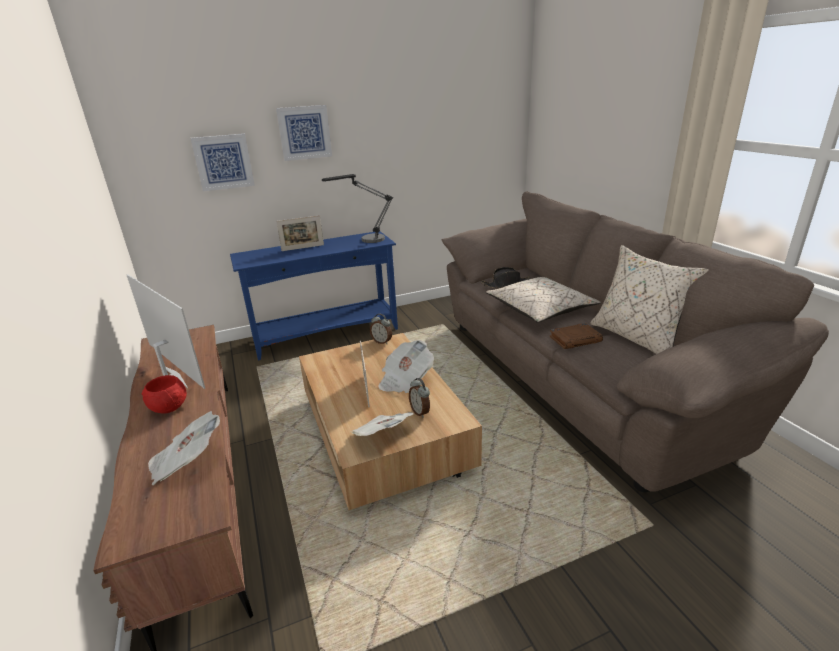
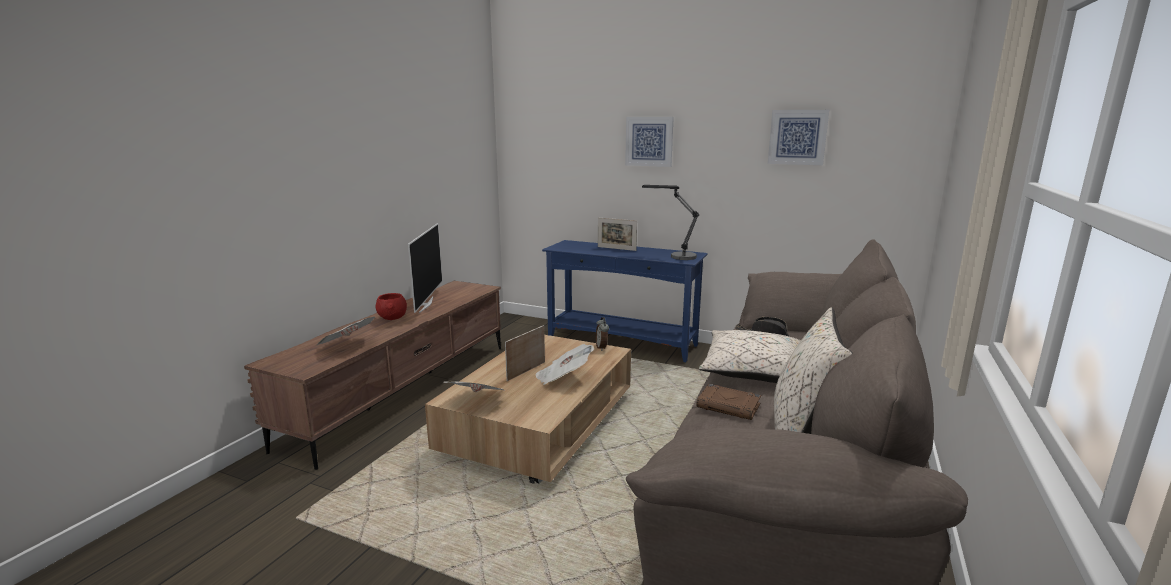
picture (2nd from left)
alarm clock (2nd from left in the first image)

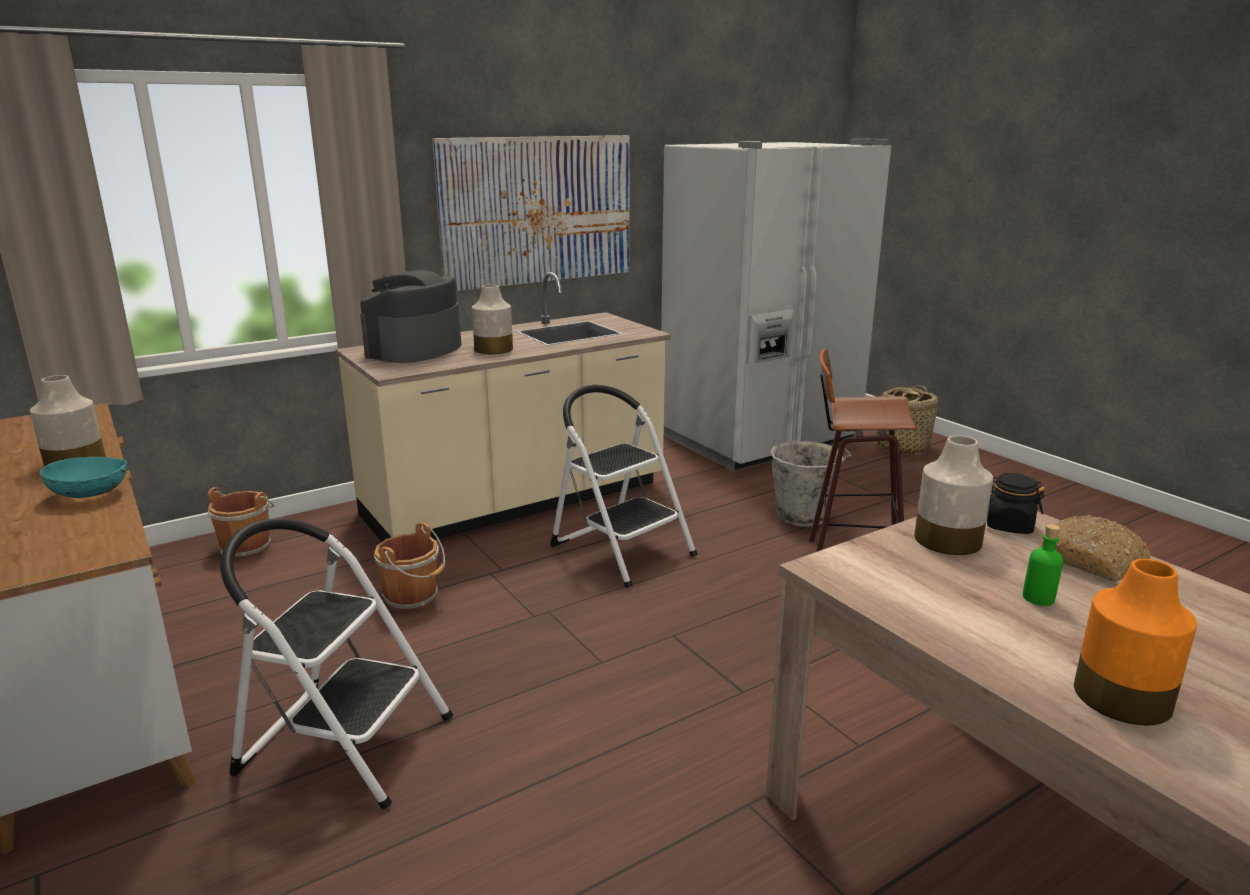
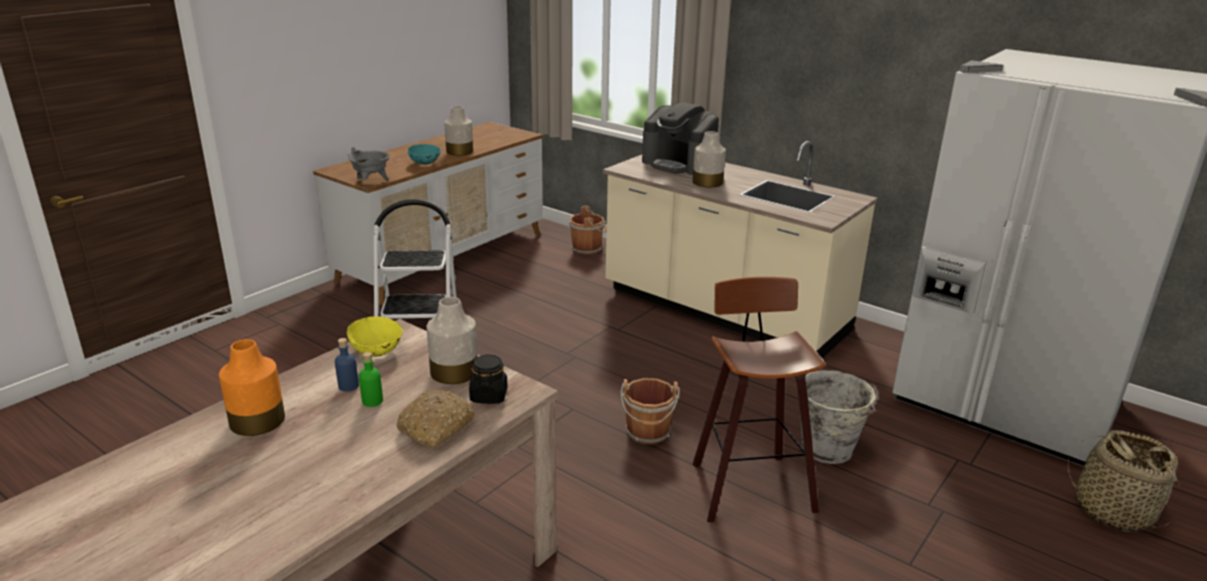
coffee machine
brown bucket (2nd from left)
picture
step ladder (2nd from left in the first image)
blue bottle
yellow bowl
grey cooking pot

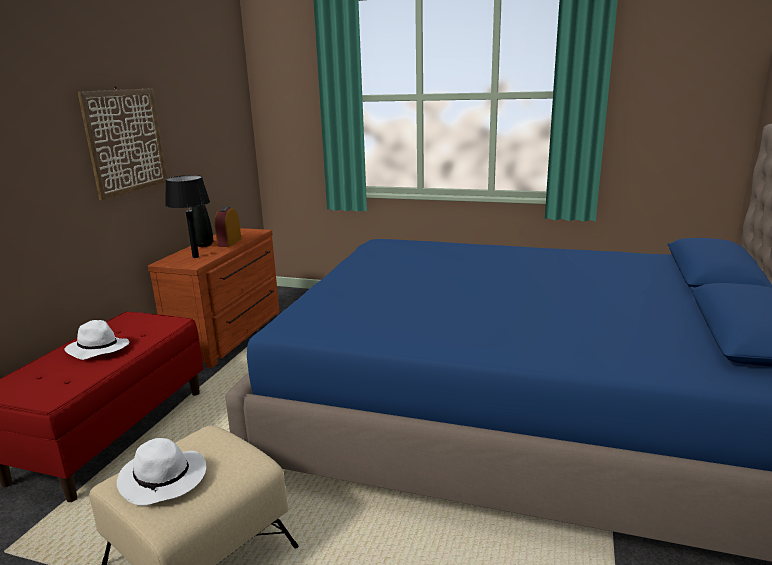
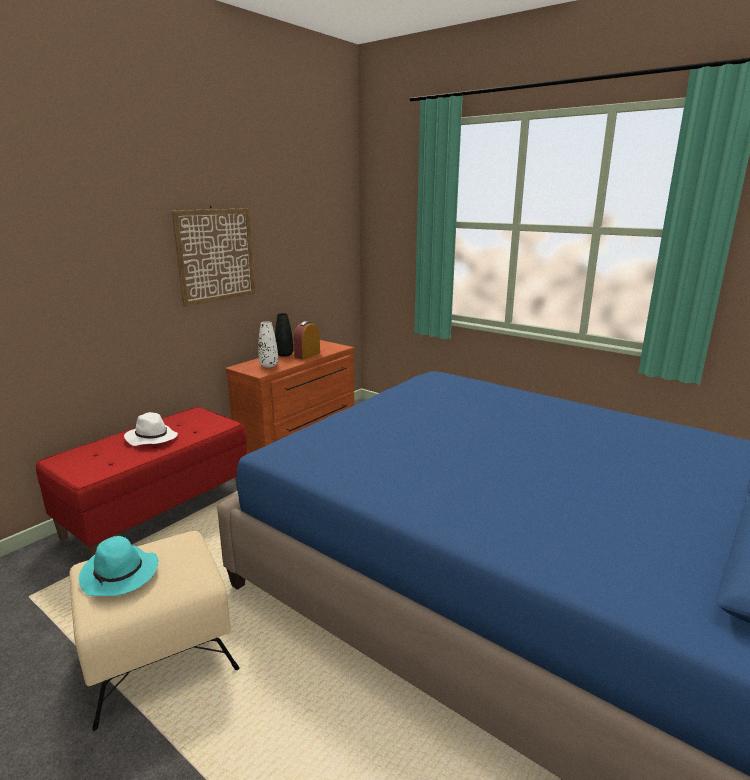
turquoise hat
white vase

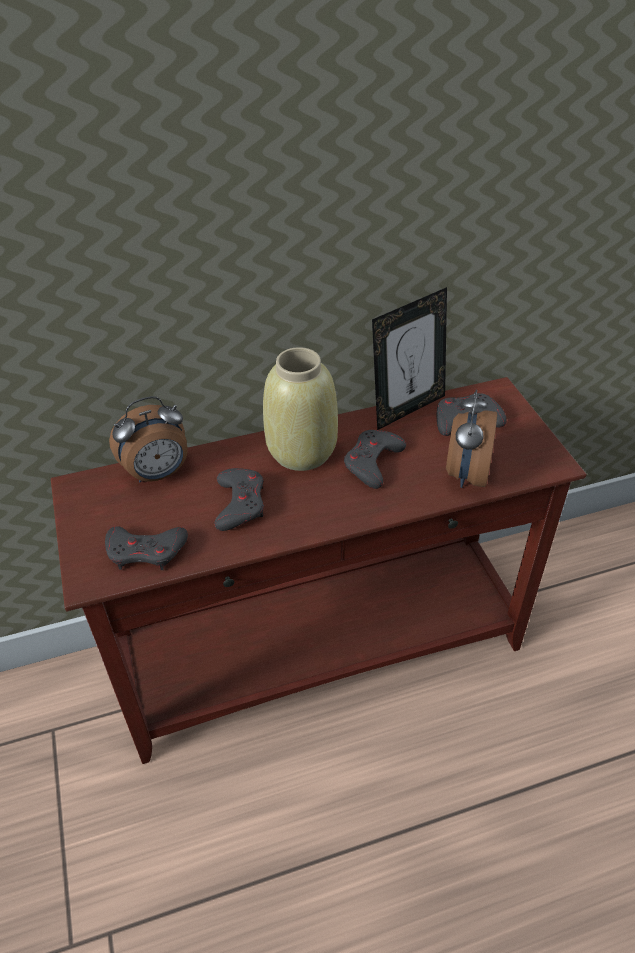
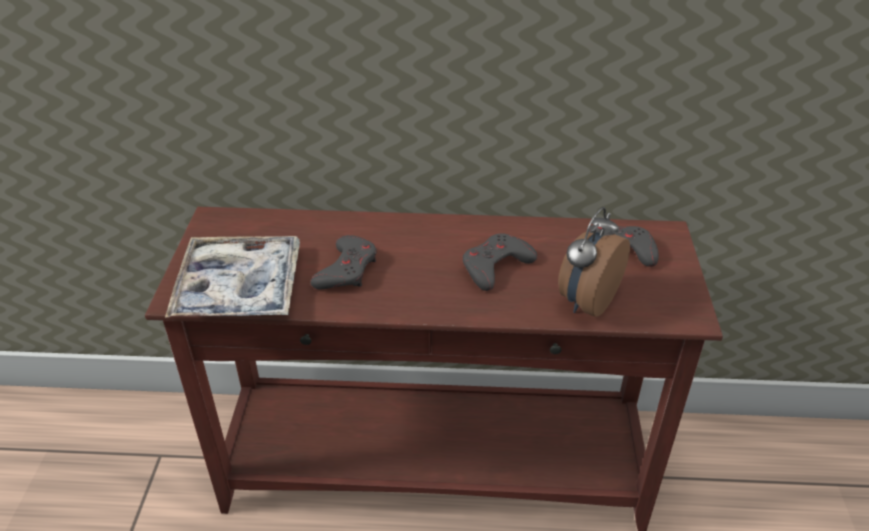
tray
alarm clock (1st from left in the first image)
beige vase
picture frame

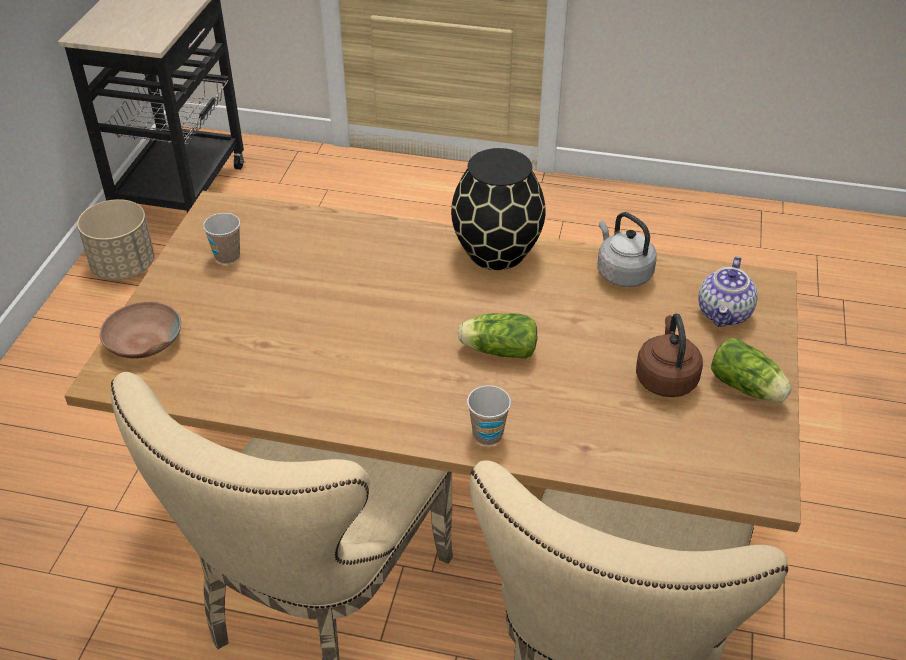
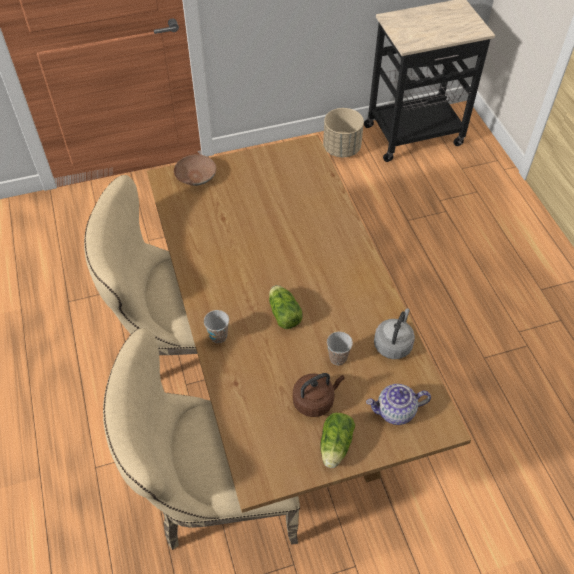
cup (2nd from left)
black vase

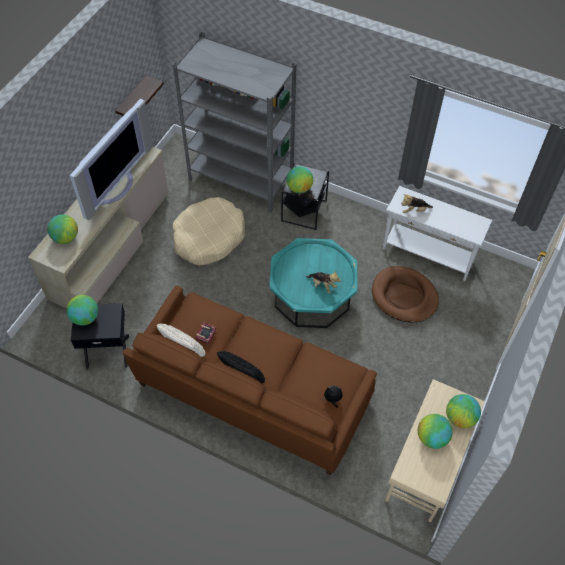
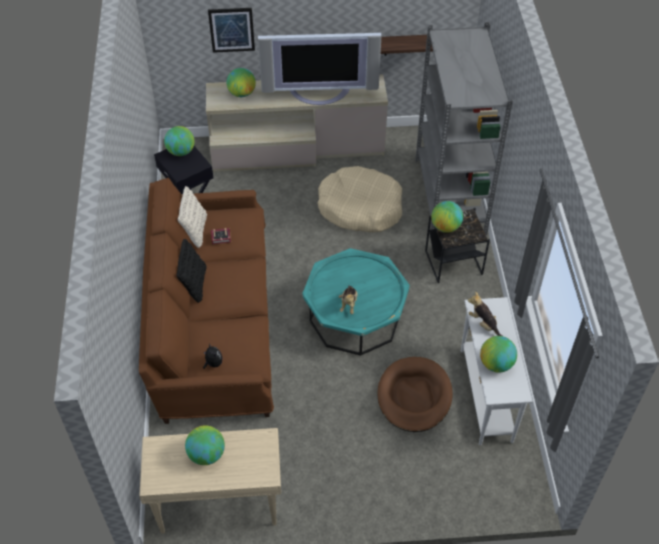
globe (5th from left)
picture

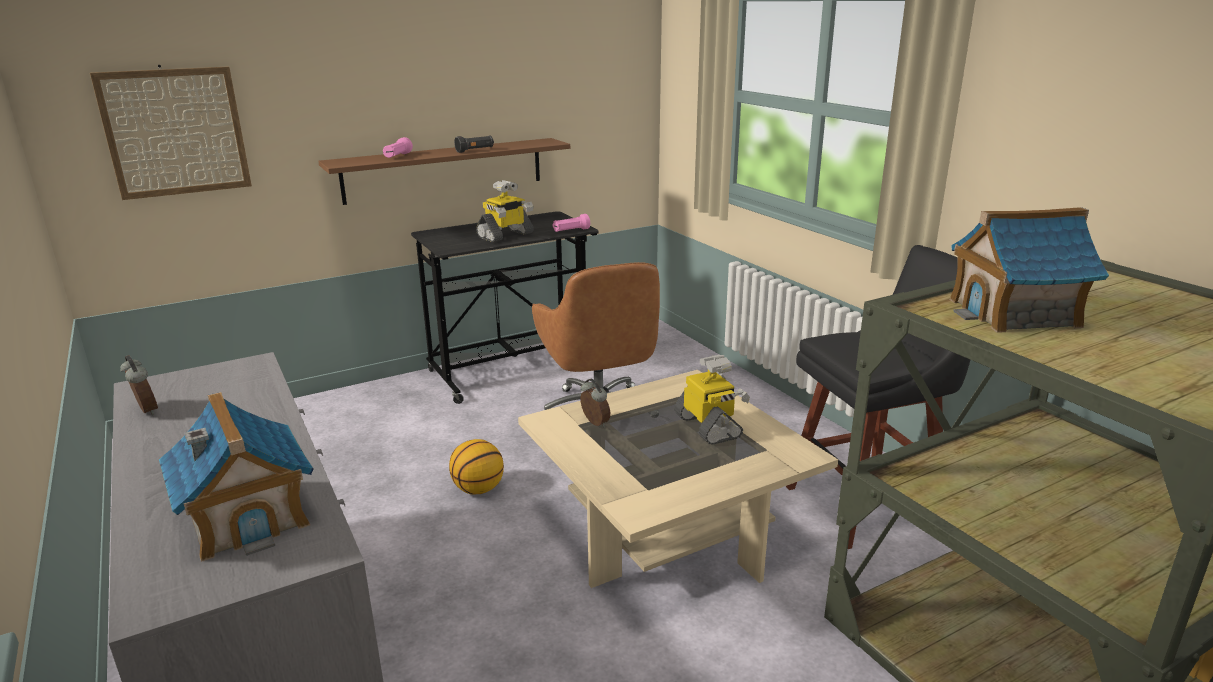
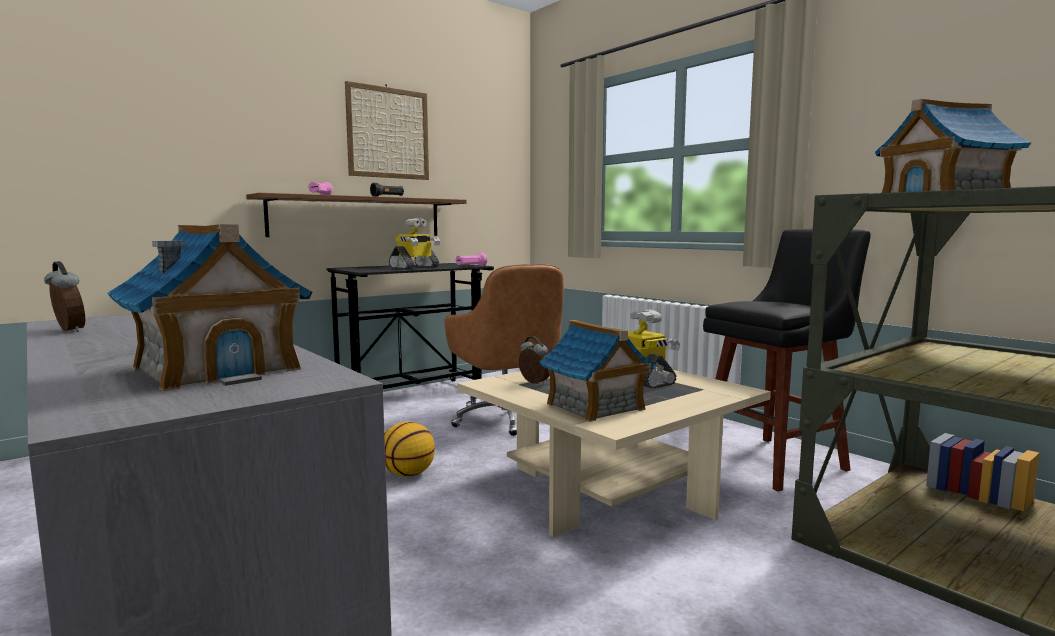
picture
toy house (2nd from left)

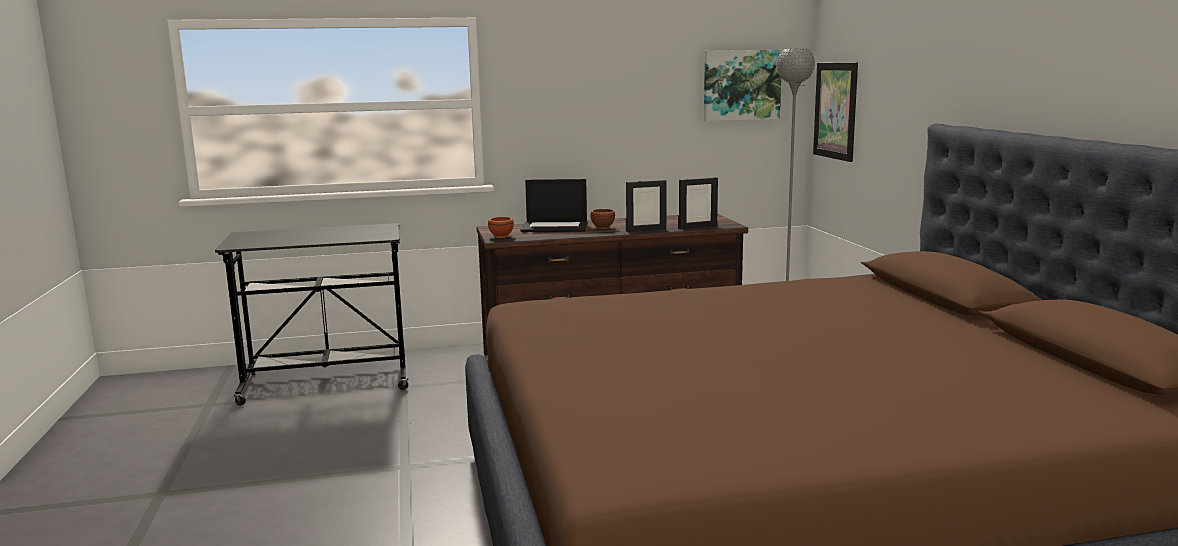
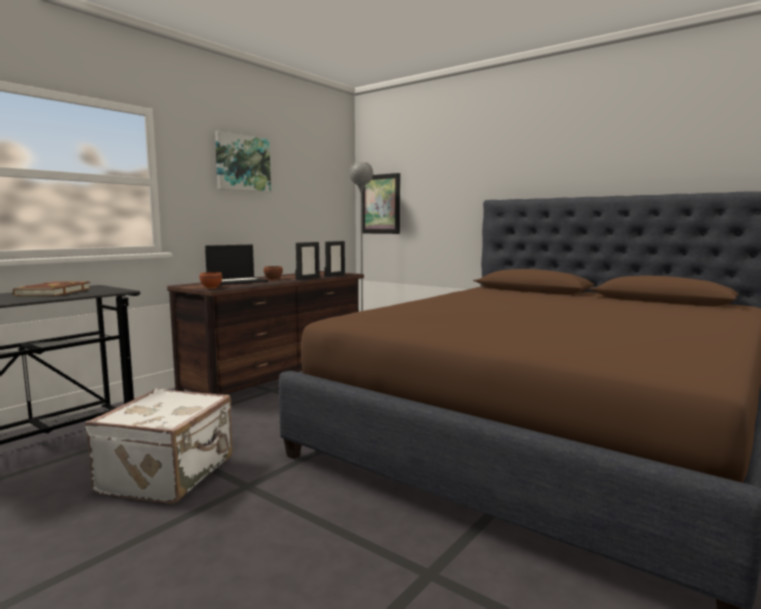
picture (1st from left)
brown book
white suitcase

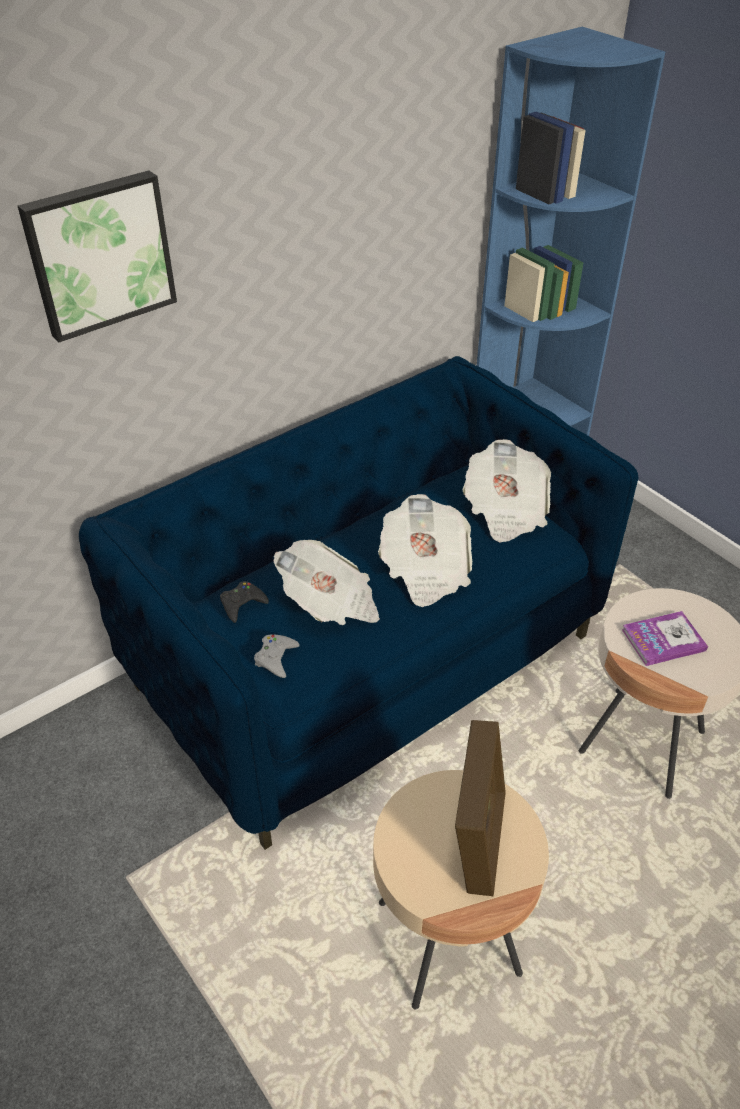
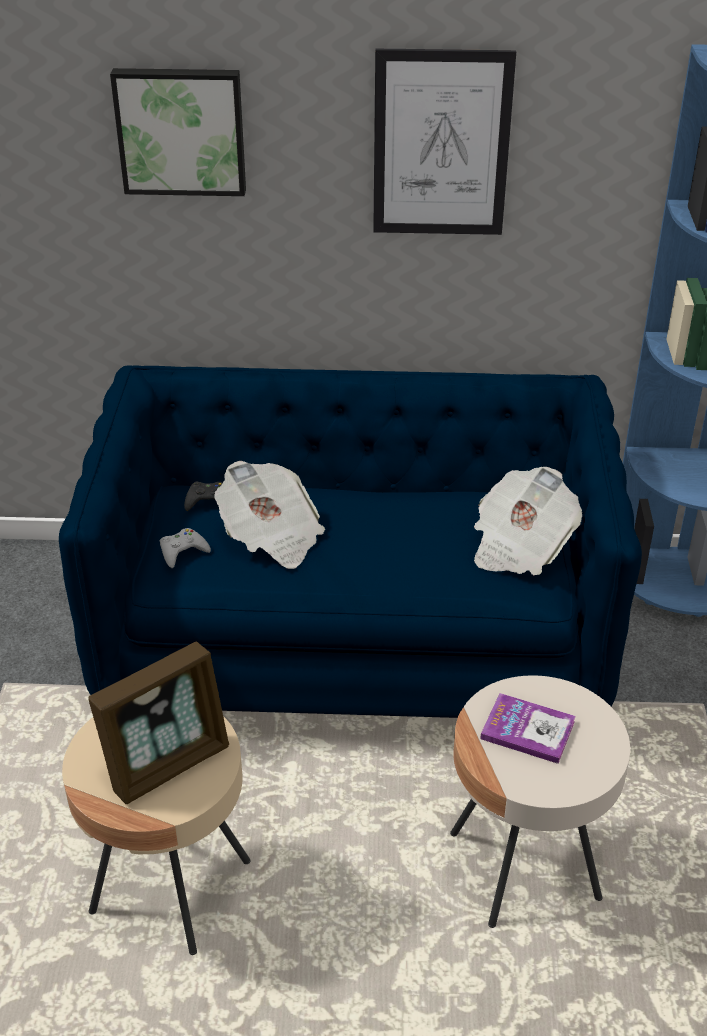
newspaper (2nd from left in the first image)
picture (2nd from left)

